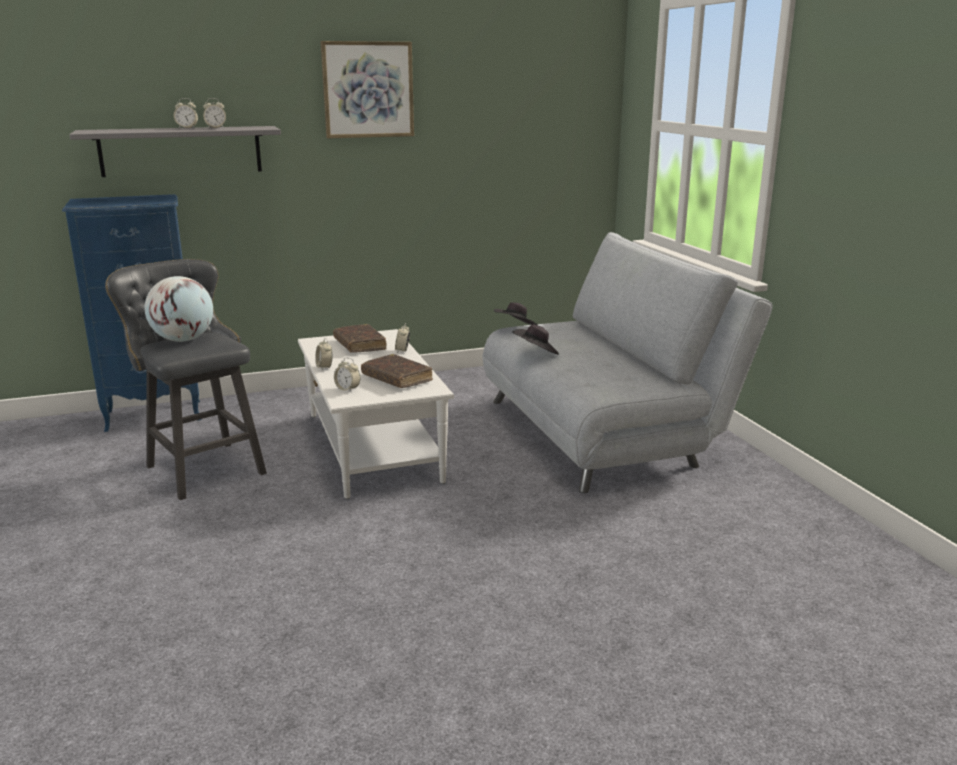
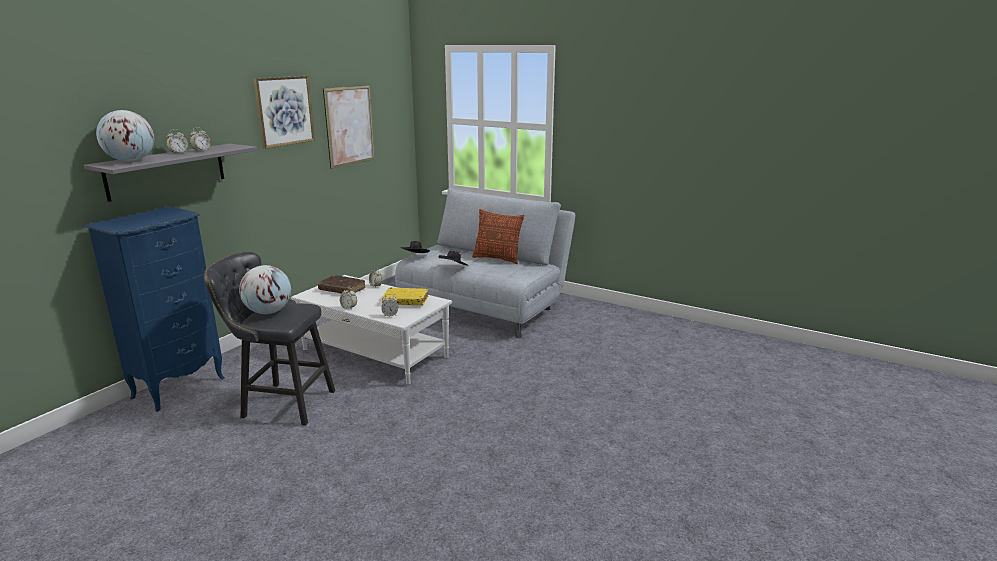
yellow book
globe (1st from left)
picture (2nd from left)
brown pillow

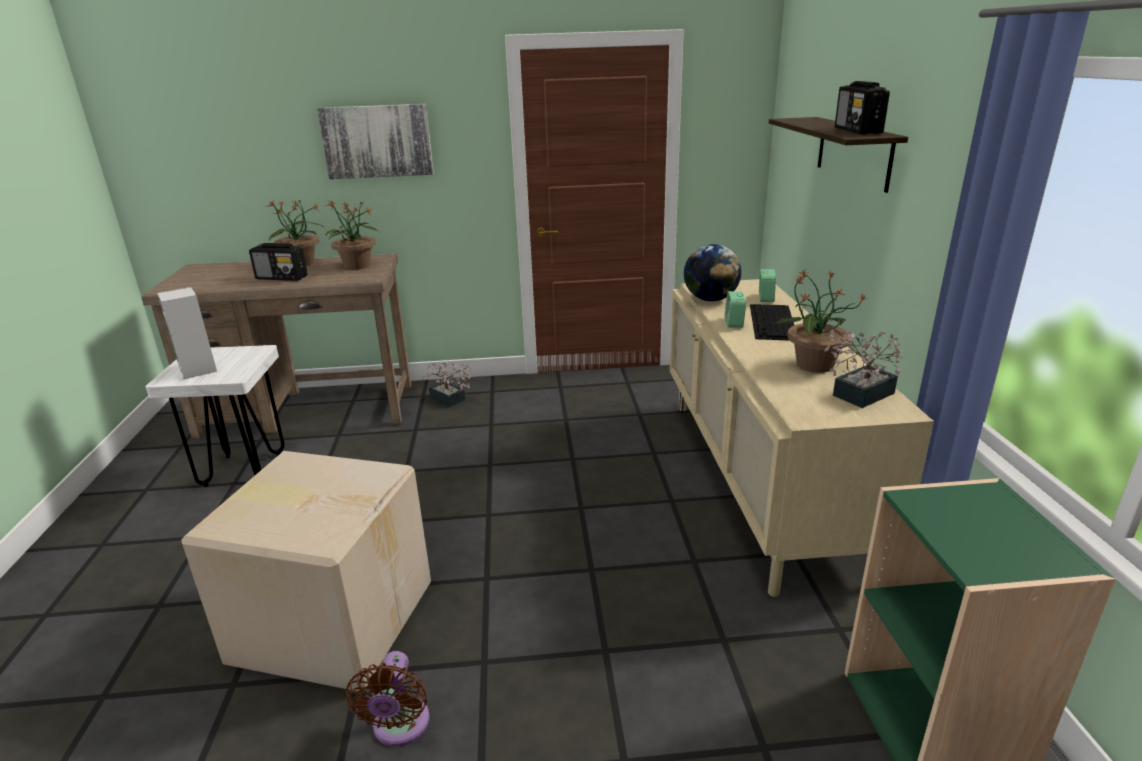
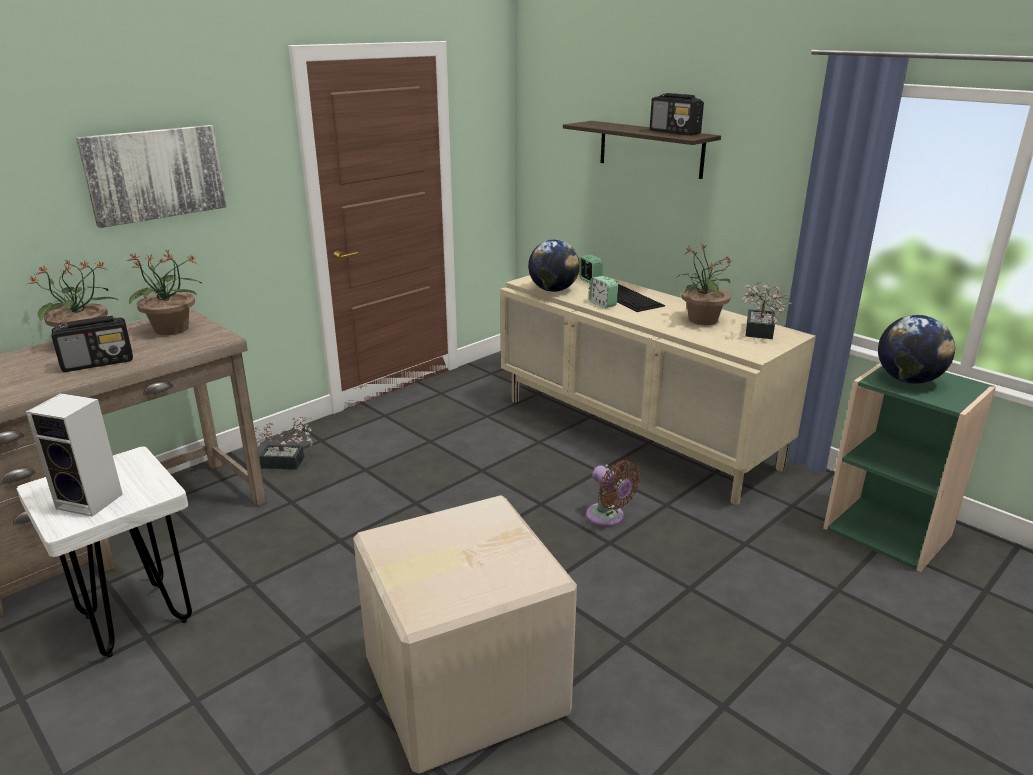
brown fan
globe (2nd from left)

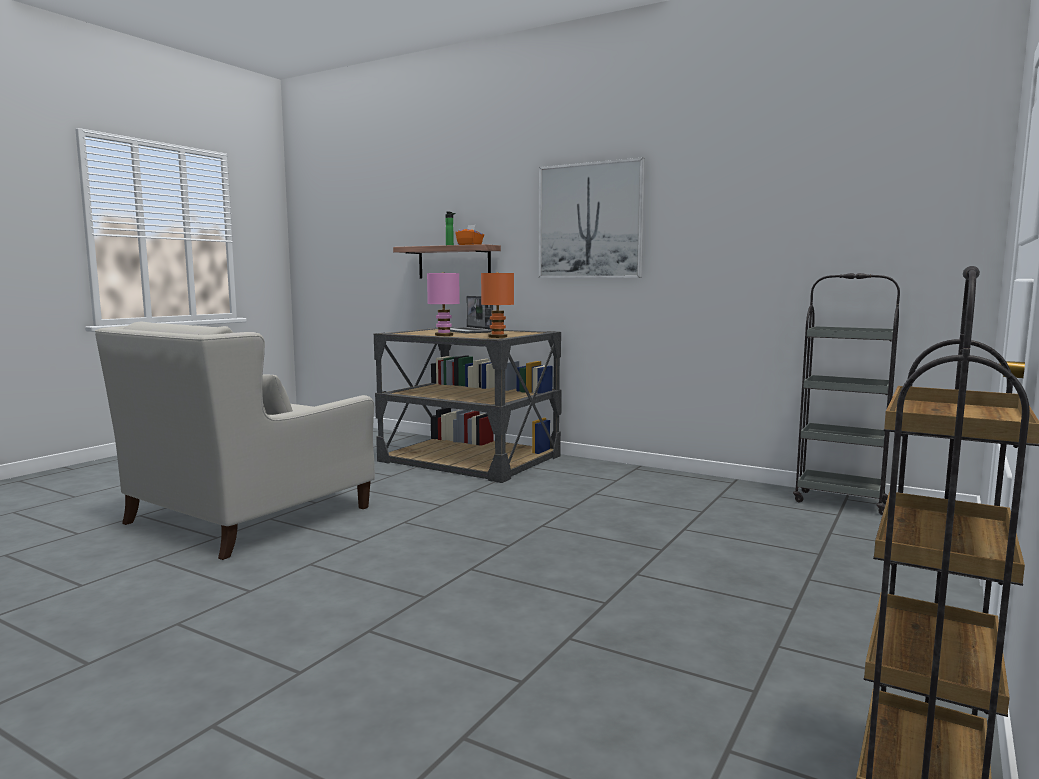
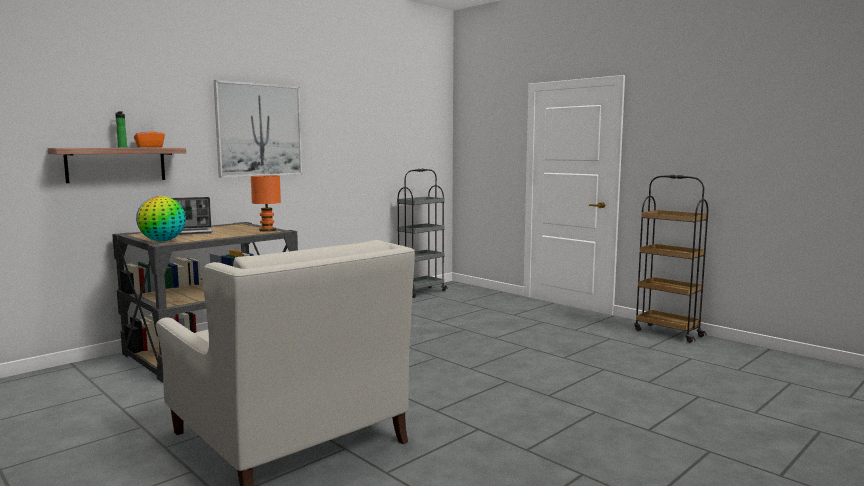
pink table lamp
globe

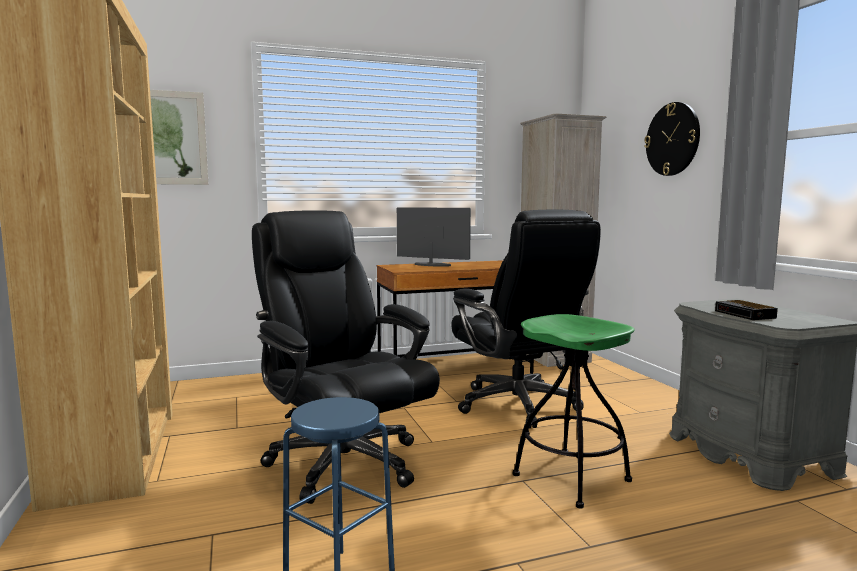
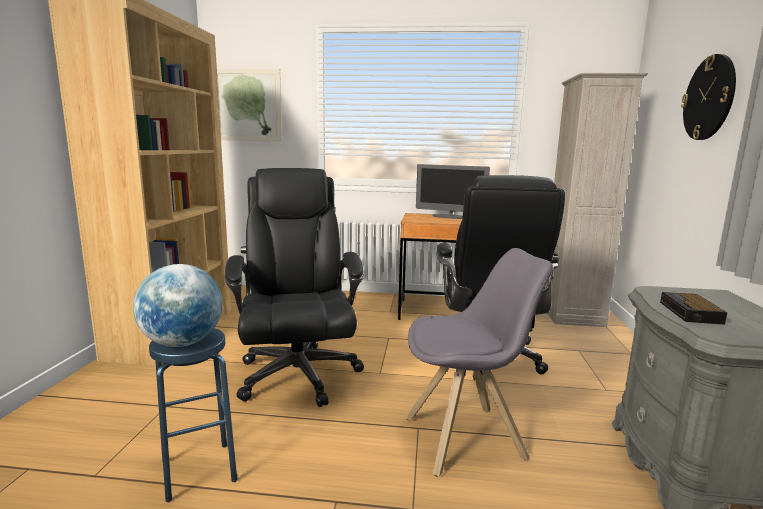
monitor
grey chair
globe

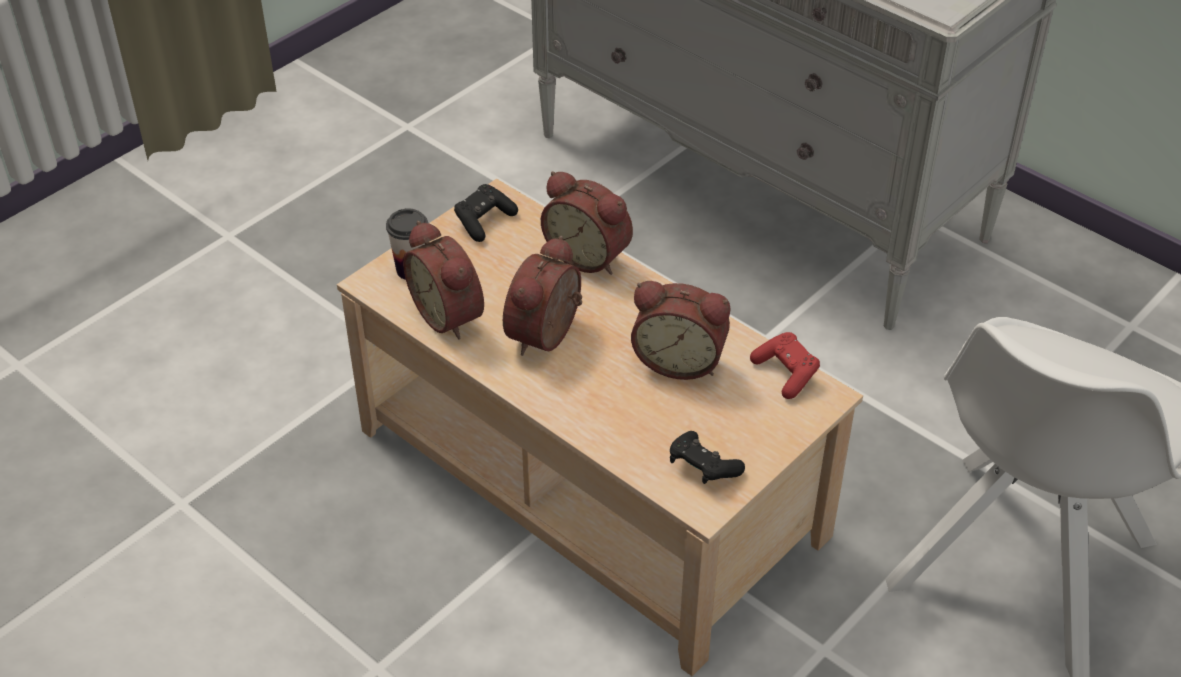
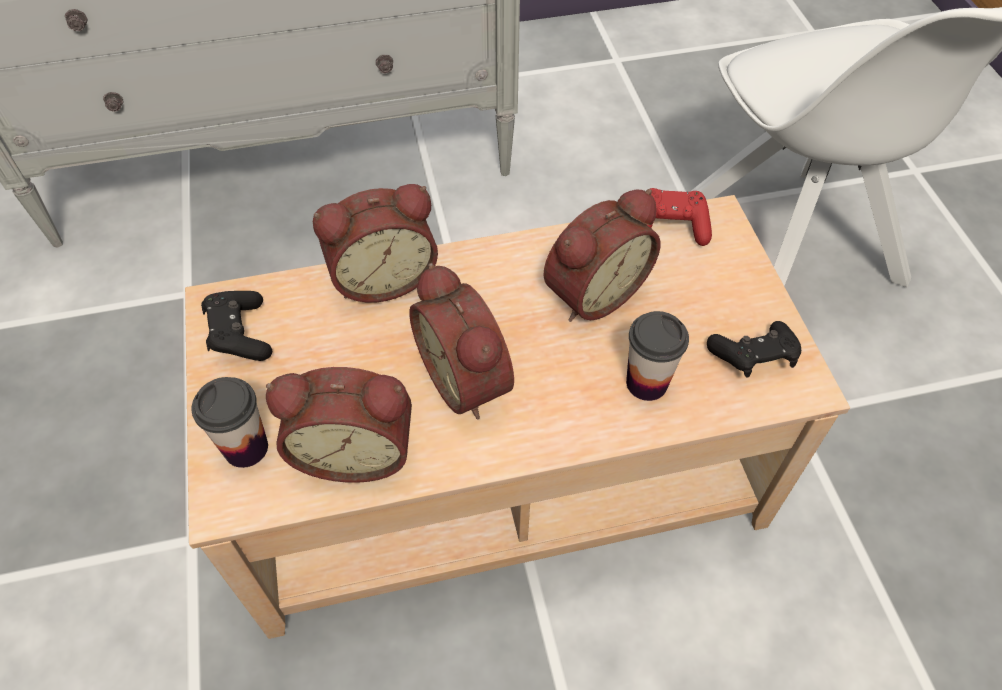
cup (2nd from left)

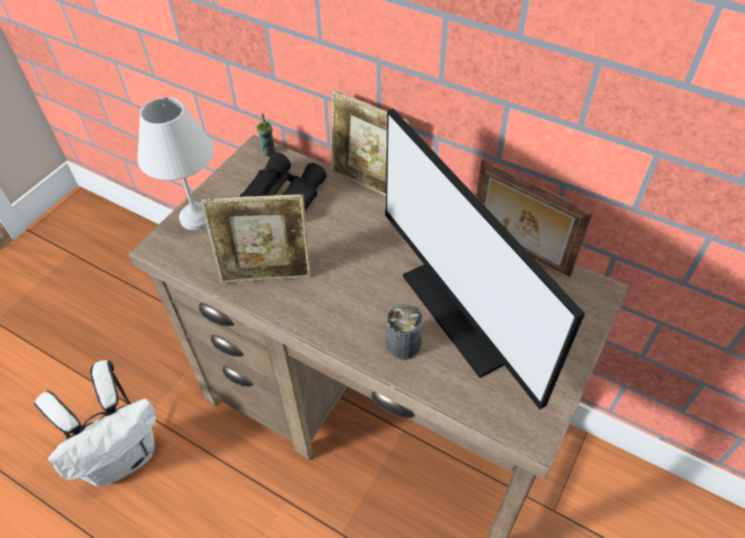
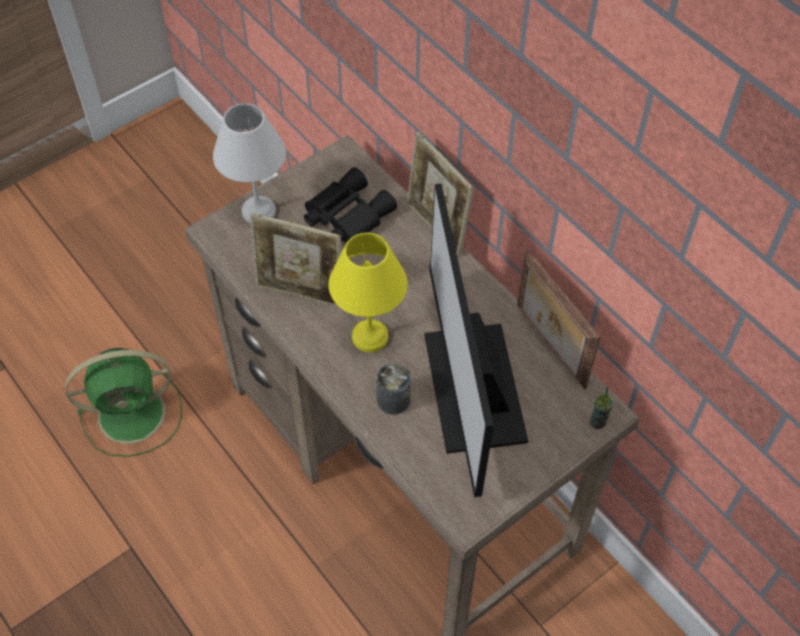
green fan
cup
yellow table lamp

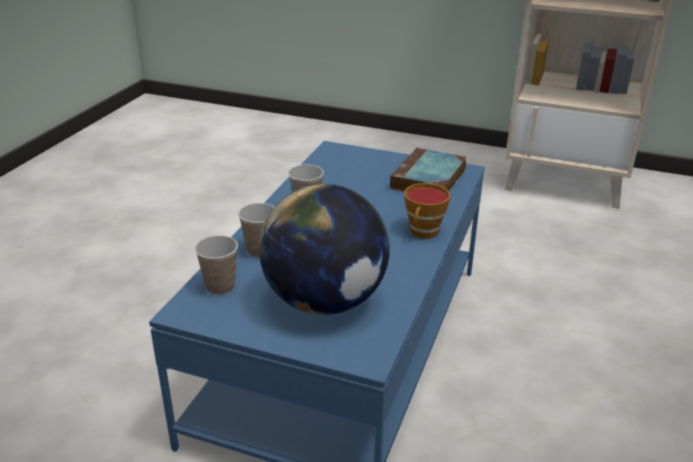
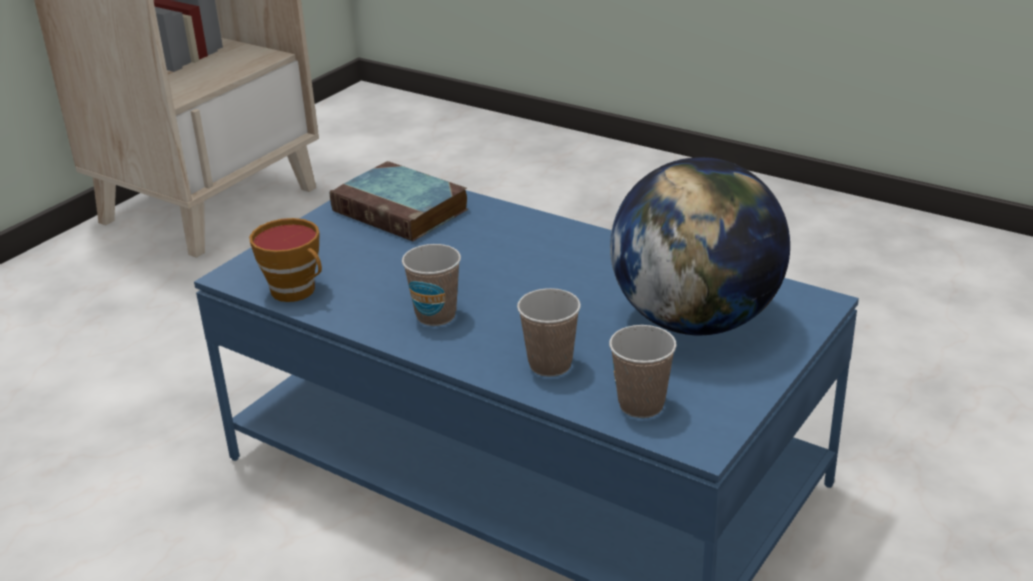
cup (1st from left)

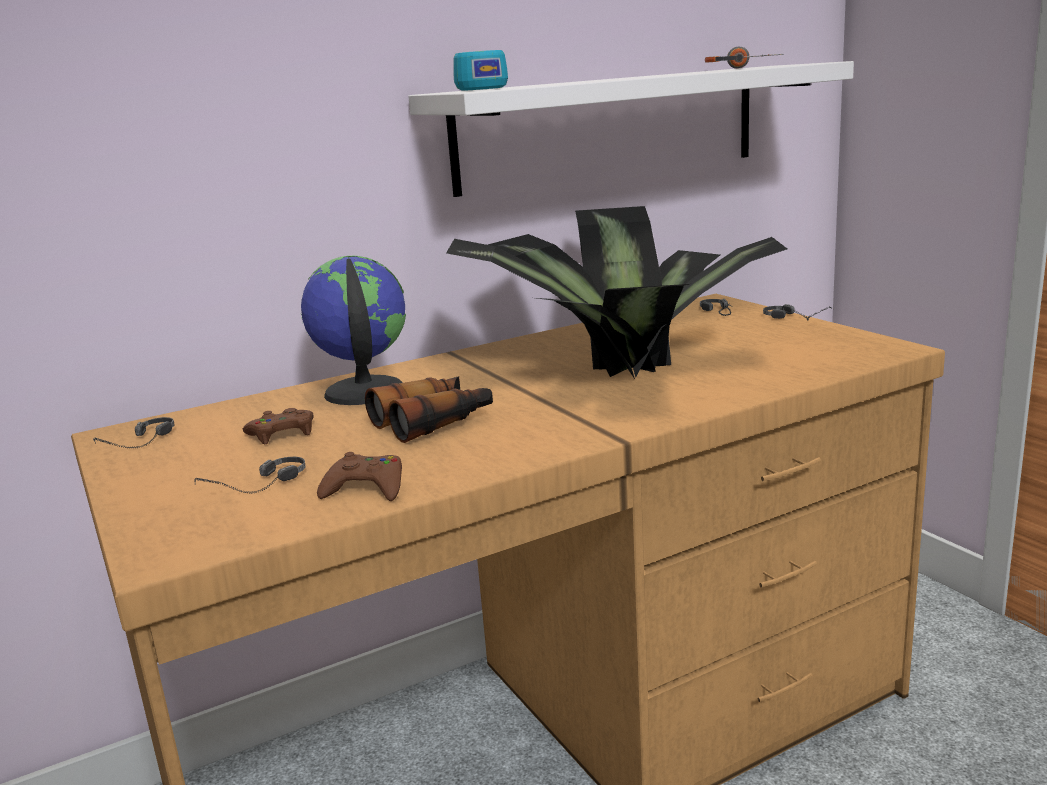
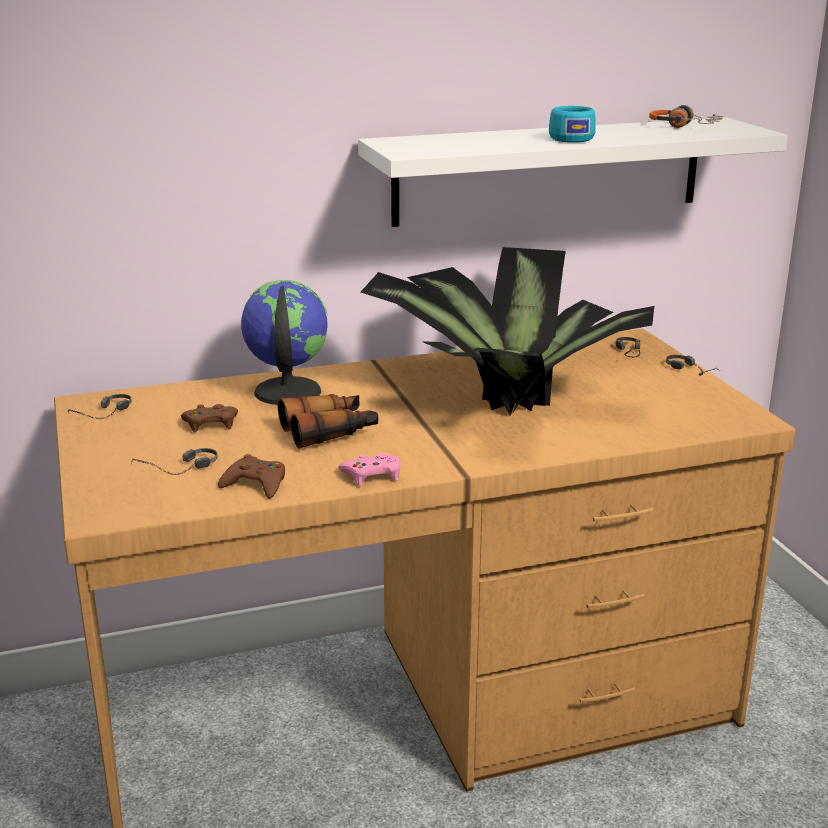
turquoise cup
pink game controller

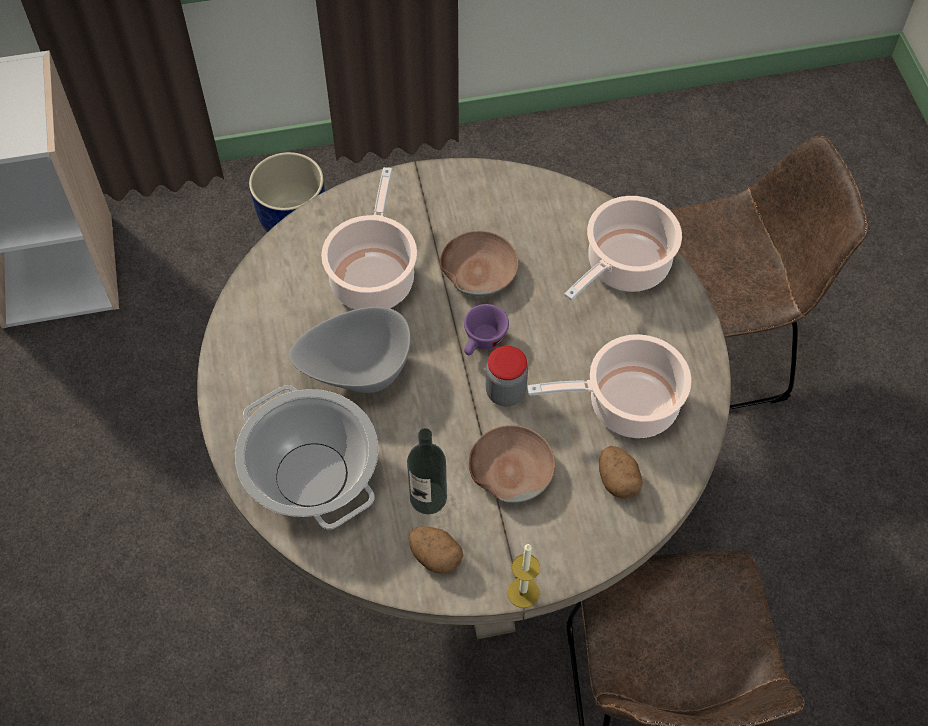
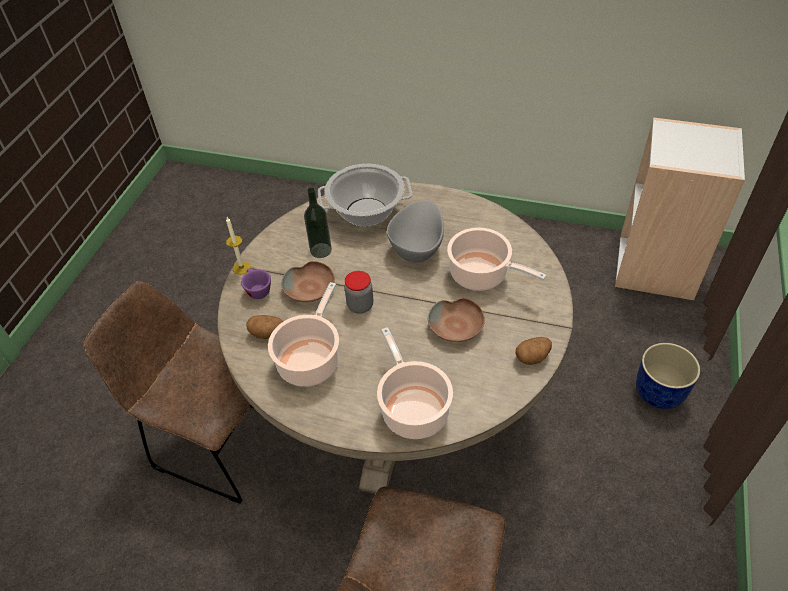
potato (2nd from left)
purple cup

